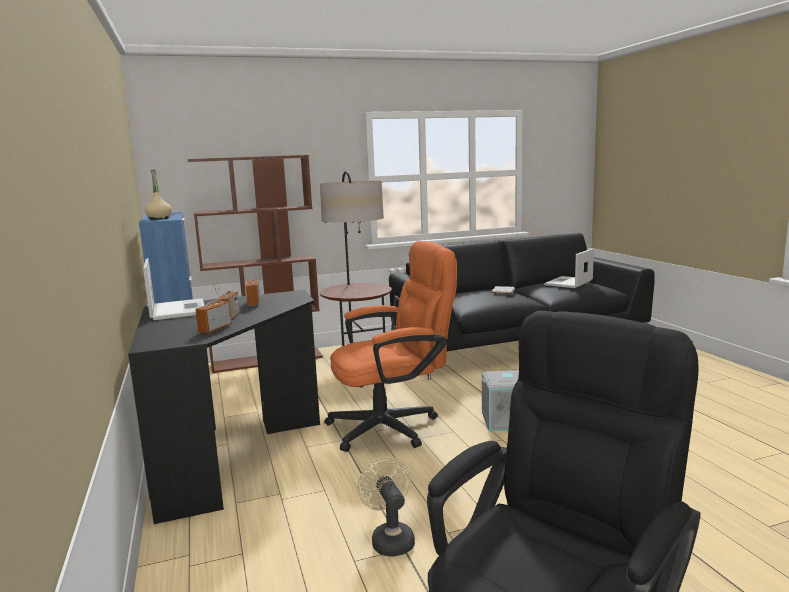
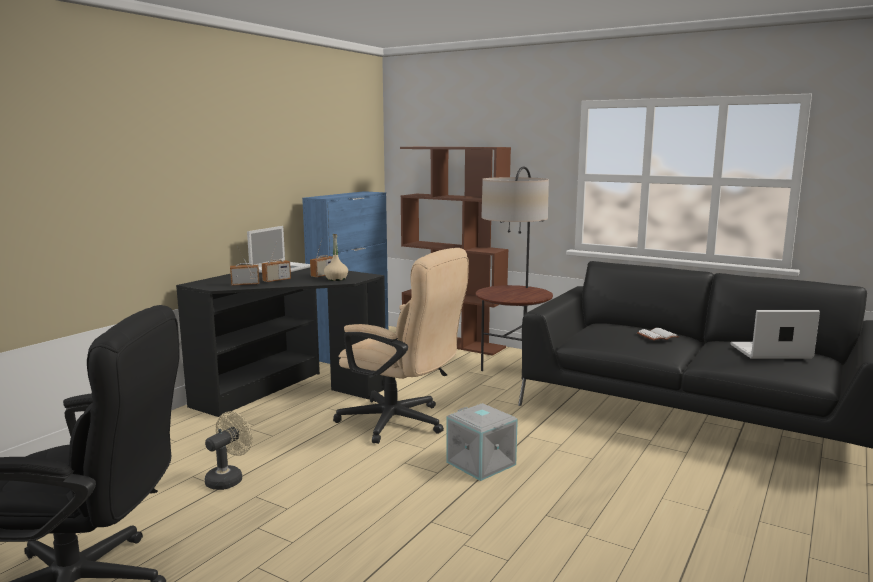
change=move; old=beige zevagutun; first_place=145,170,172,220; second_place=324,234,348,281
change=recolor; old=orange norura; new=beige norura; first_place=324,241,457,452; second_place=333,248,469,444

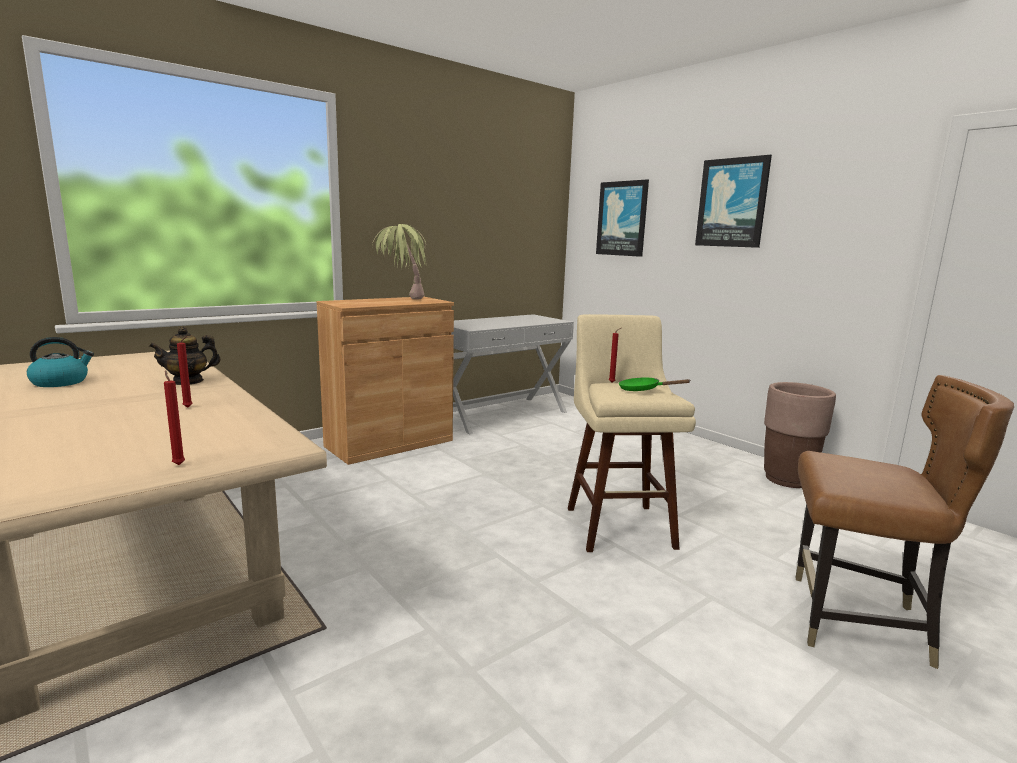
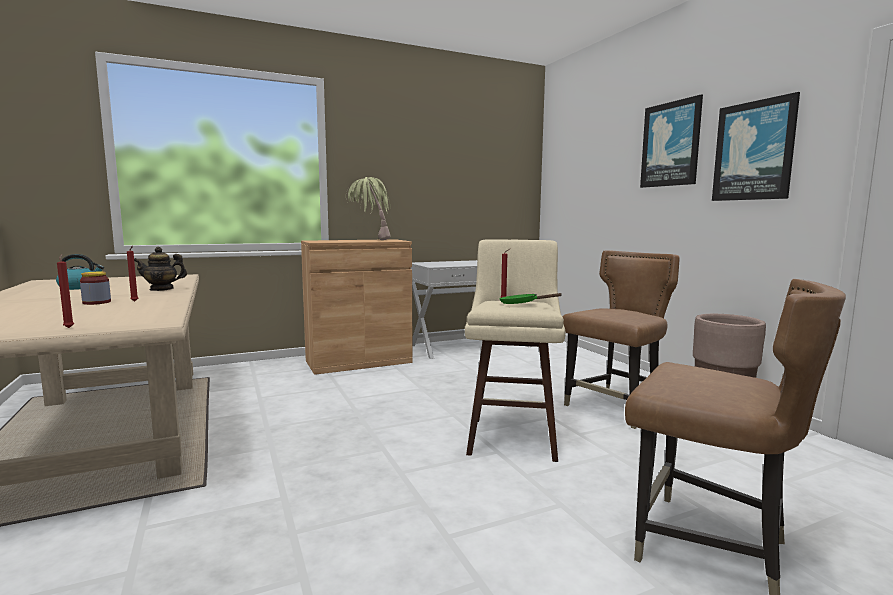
change=insert; new=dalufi; second_place=80,272,111,305
change=insert; new=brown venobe; second_place=563,250,680,429
change=move; old=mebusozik; first_place=596,179,649,257; second_place=712,92,800,201

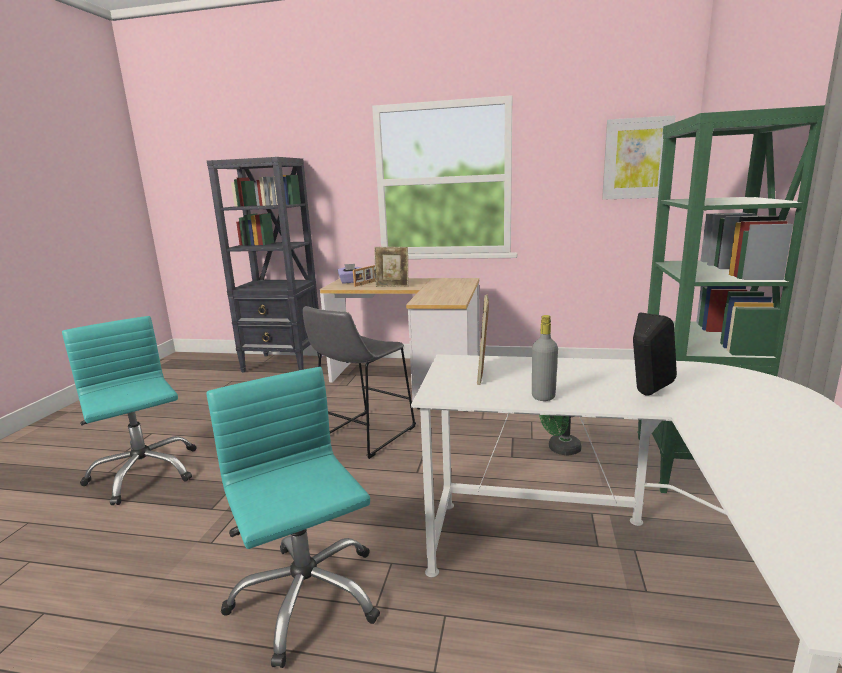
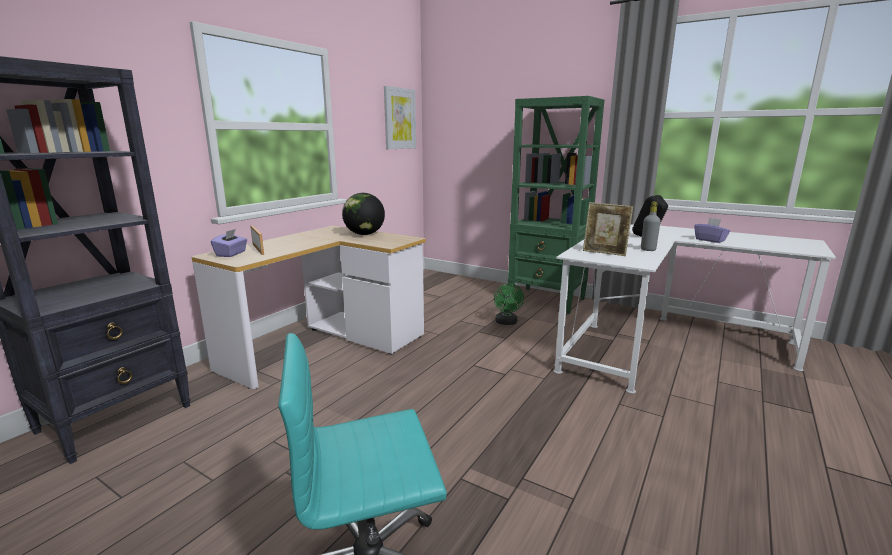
change=insert; new=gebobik; second_place=342,193,385,235
change=insert; new=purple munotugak; second_place=694,218,730,243
change=delete; old=turquoise norura; first_place=206,367,380,668
change=delete; old=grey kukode; first_place=303,306,416,459
change=delete; old=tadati; first_place=374,247,409,287

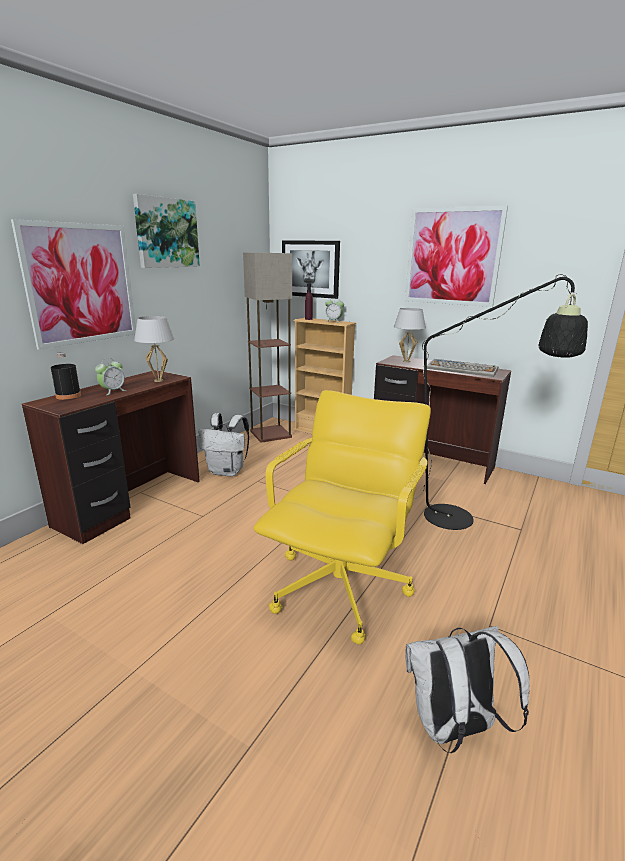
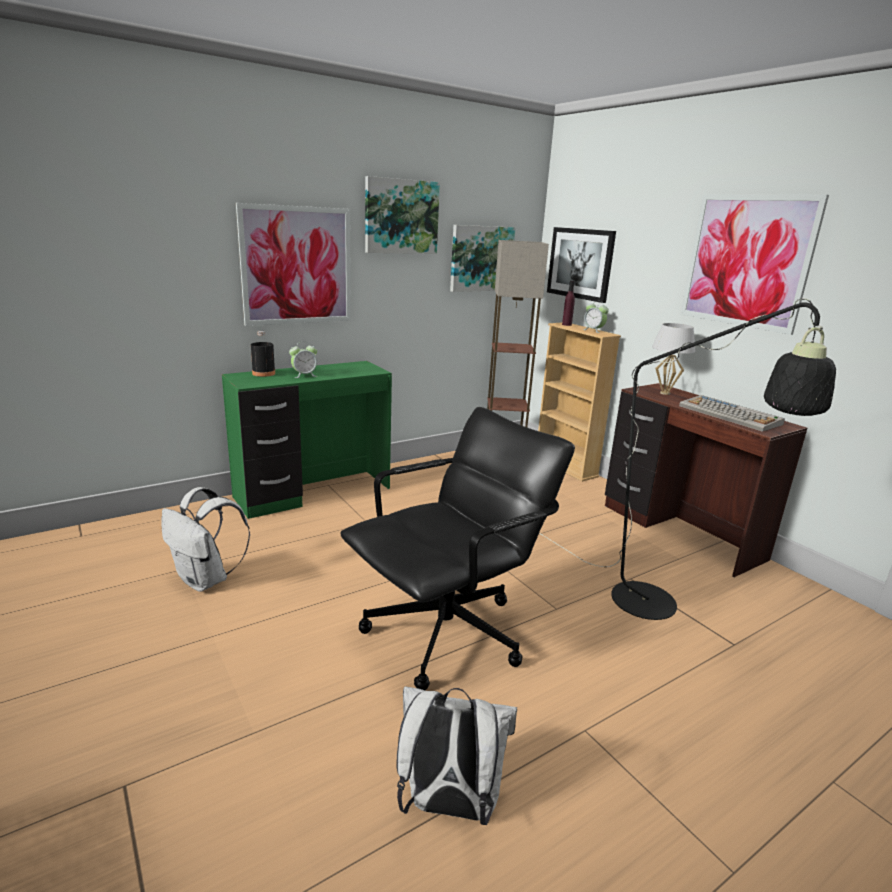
change=move; old=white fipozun; first_place=199,413,249,476; second_place=161,487,250,592
change=recolor; old=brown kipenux; new=green kipenux; first_place=22,370,200,544; second_place=222,361,392,519
change=recolor; old=yellow norura; new=black norura; first_place=253,390,431,645; second_place=340,407,575,690
change=insert; new=mebusozik; second_place=450,225,515,292
change=delete; old=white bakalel; first_place=134,316,174,382

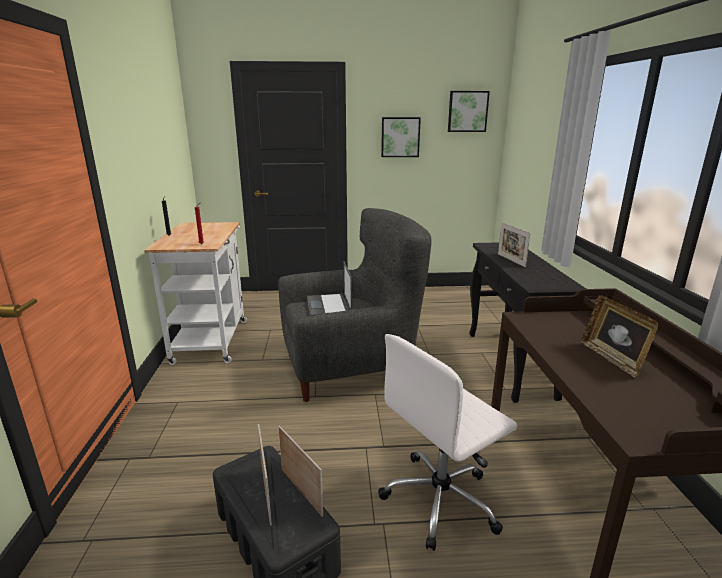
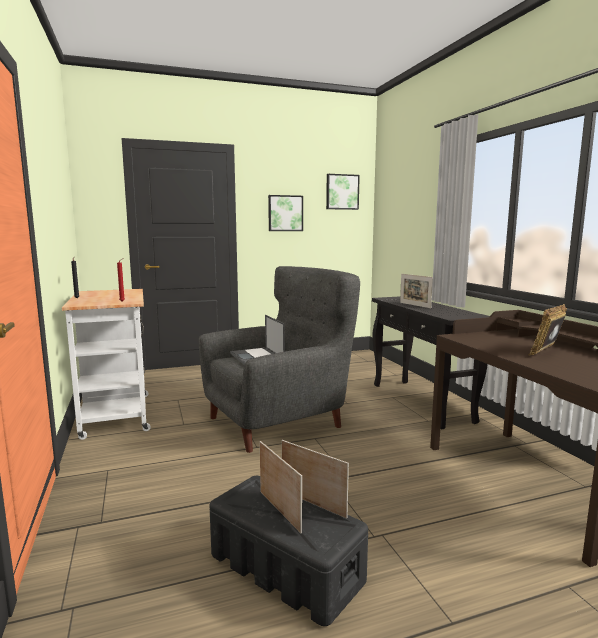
change=rotate; old=tadati; first_place=581,295,658,378; second_place=528,304,567,355; degrees=75
change=delete; old=white norura; first_place=378,334,517,551

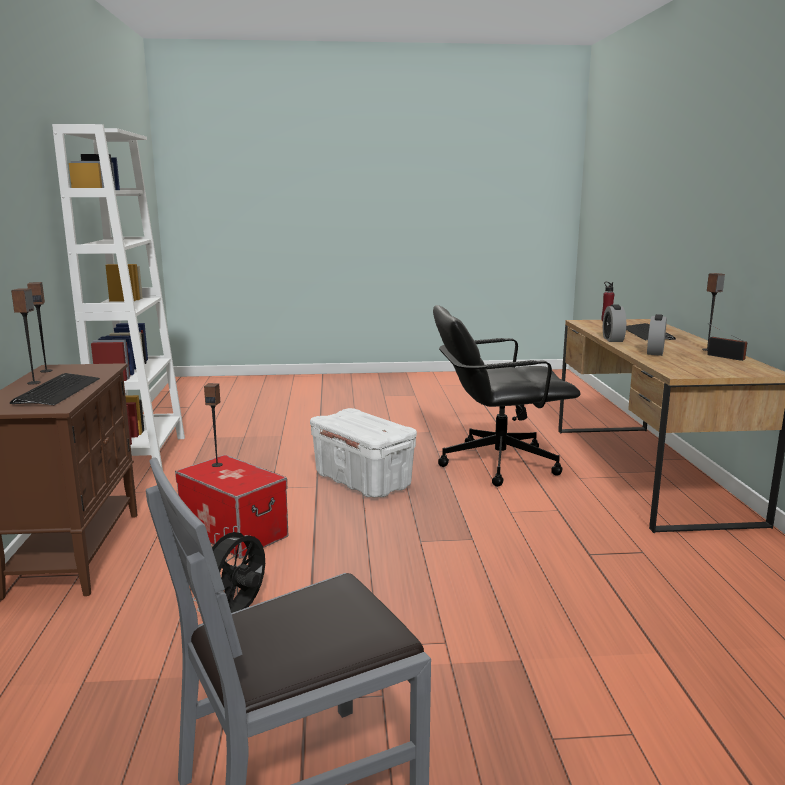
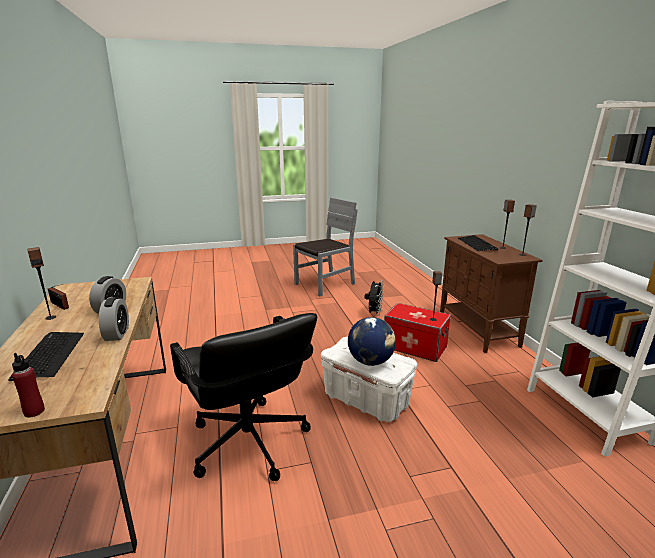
change=rotate; old=black norura; first_place=433,305,580,487; second_place=170,313,317,481; degrees=75
change=insert; new=gebobik; second_place=348,317,396,366

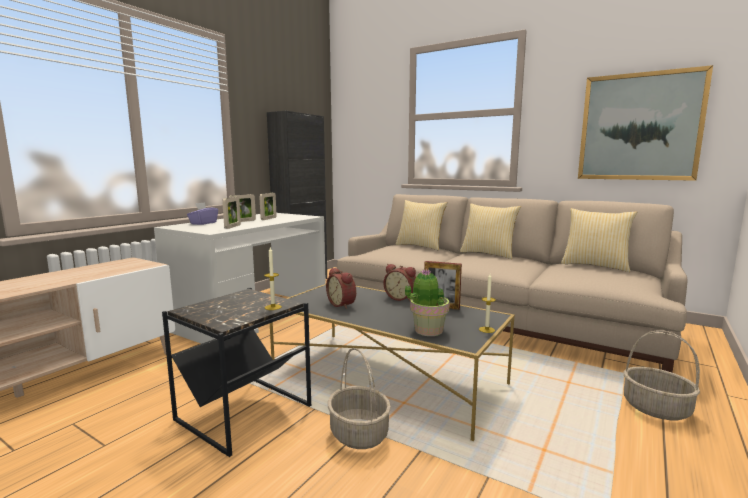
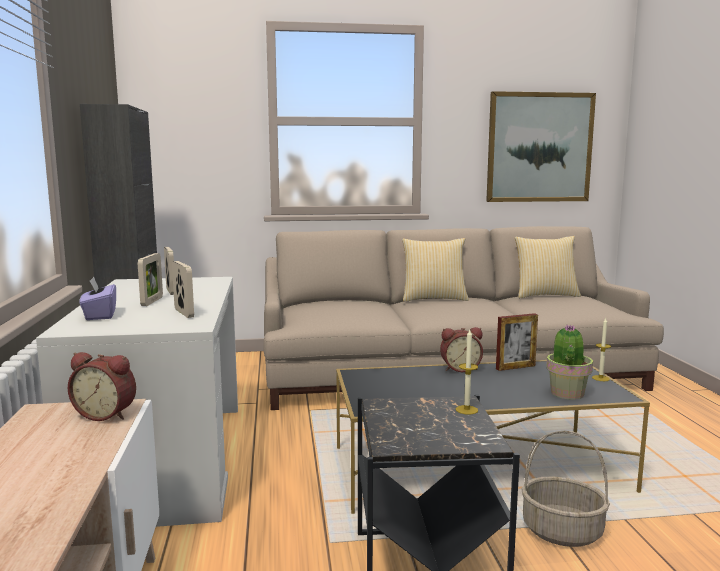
change=move; old=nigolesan; first_place=326,268,356,309; second_place=68,352,136,421
change=delete; old=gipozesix; first_place=396,200,448,250
change=delete; old=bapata; first_place=624,330,700,420

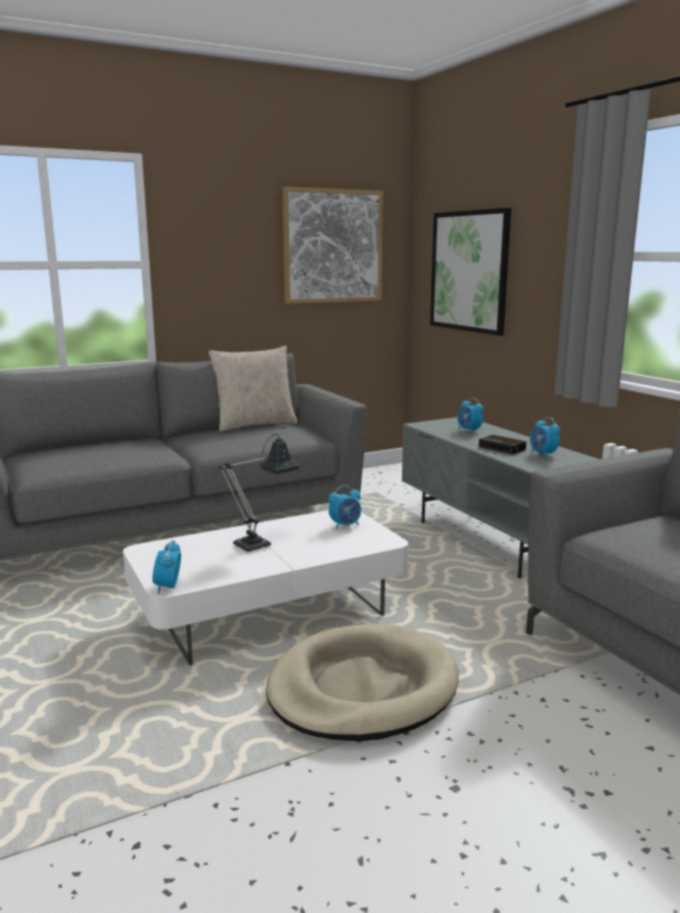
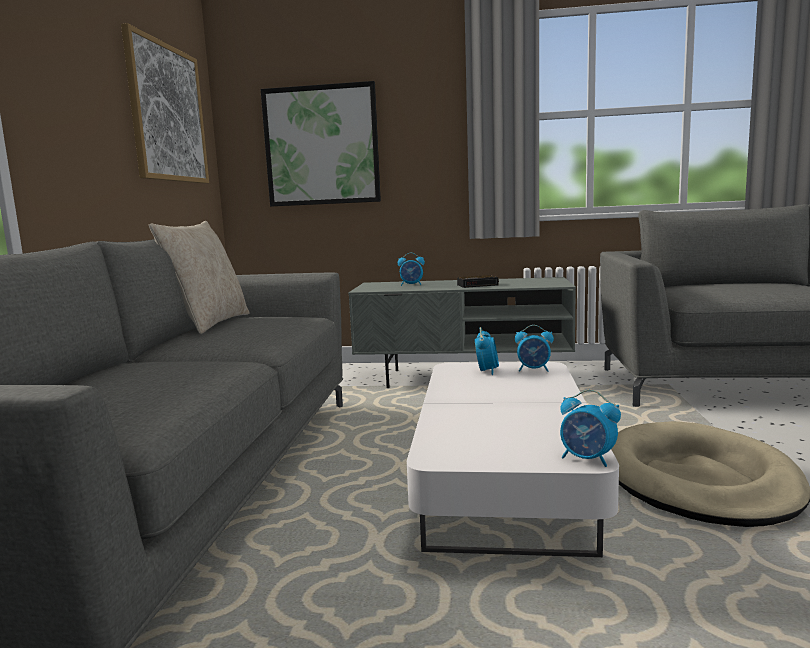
change=move; old=nigolesan; first_place=530,417,560,458; second_place=515,325,554,372
change=delete; old=bakalel; first_place=219,434,300,552

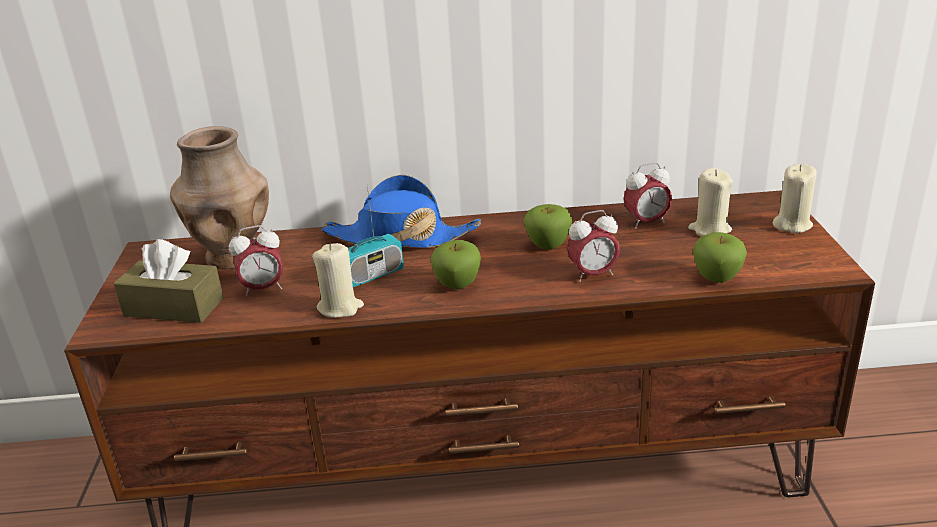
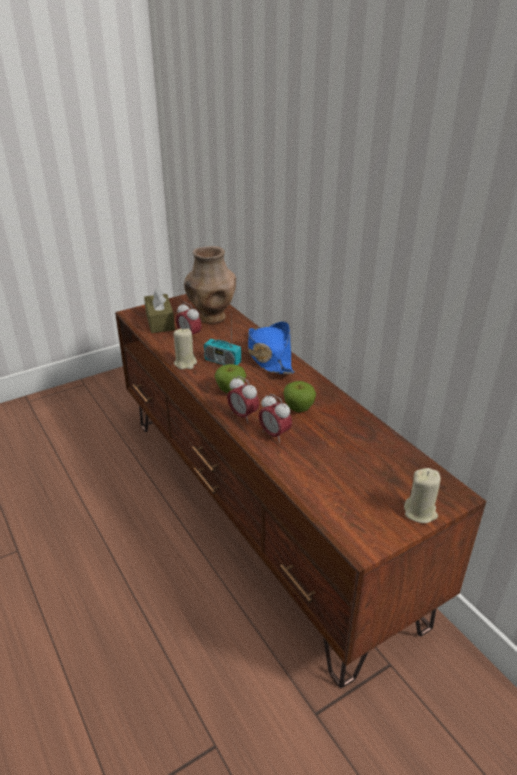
change=move; old=nigolesan; first_place=623,162,672,229; second_place=227,376,259,423
change=delete; old=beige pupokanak; first_place=688,168,733,236
change=delete; old=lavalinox; first_place=693,232,747,283

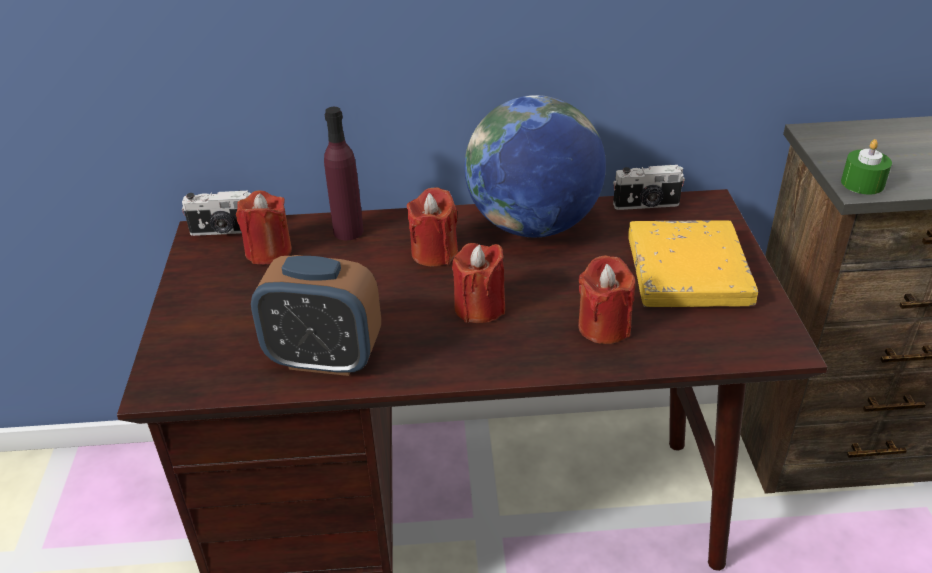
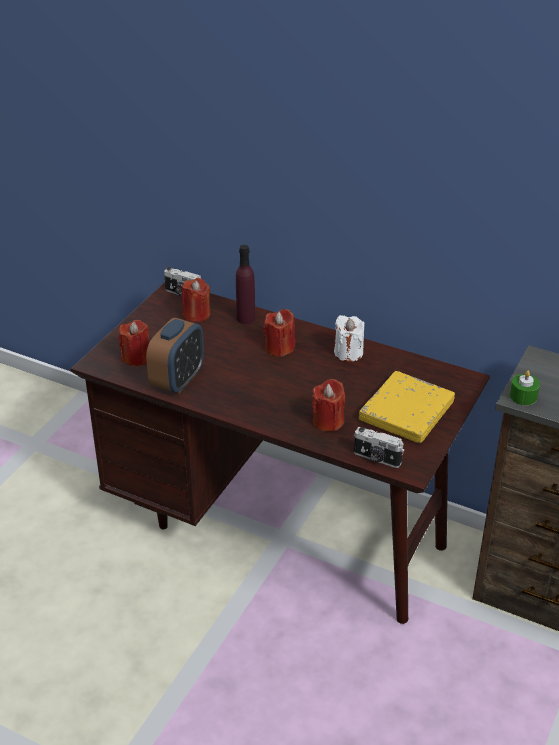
change=move; old=red pupokanak; first_place=452,243,505,323; second_place=119,320,150,366
change=rotate; old=nigolesan; first_place=251,255,381,376; second_place=146,318,204,393; degrees=-105
change=replace; old=gebobik; new=white pupokanak; first_place=464,95,606,237; second_place=334,315,364,362
change=move; old=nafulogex; first_place=613,165,685,210; second_place=354,427,404,468

